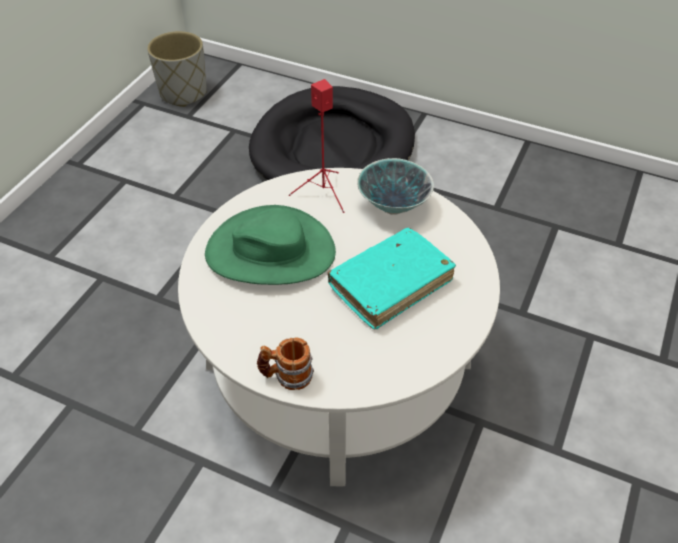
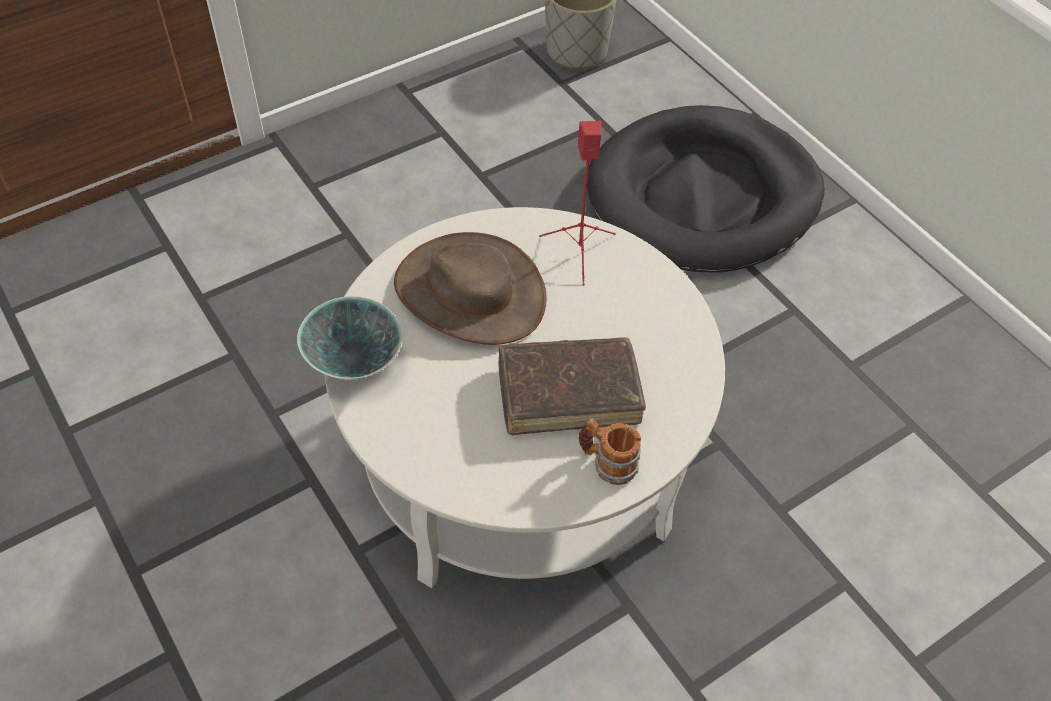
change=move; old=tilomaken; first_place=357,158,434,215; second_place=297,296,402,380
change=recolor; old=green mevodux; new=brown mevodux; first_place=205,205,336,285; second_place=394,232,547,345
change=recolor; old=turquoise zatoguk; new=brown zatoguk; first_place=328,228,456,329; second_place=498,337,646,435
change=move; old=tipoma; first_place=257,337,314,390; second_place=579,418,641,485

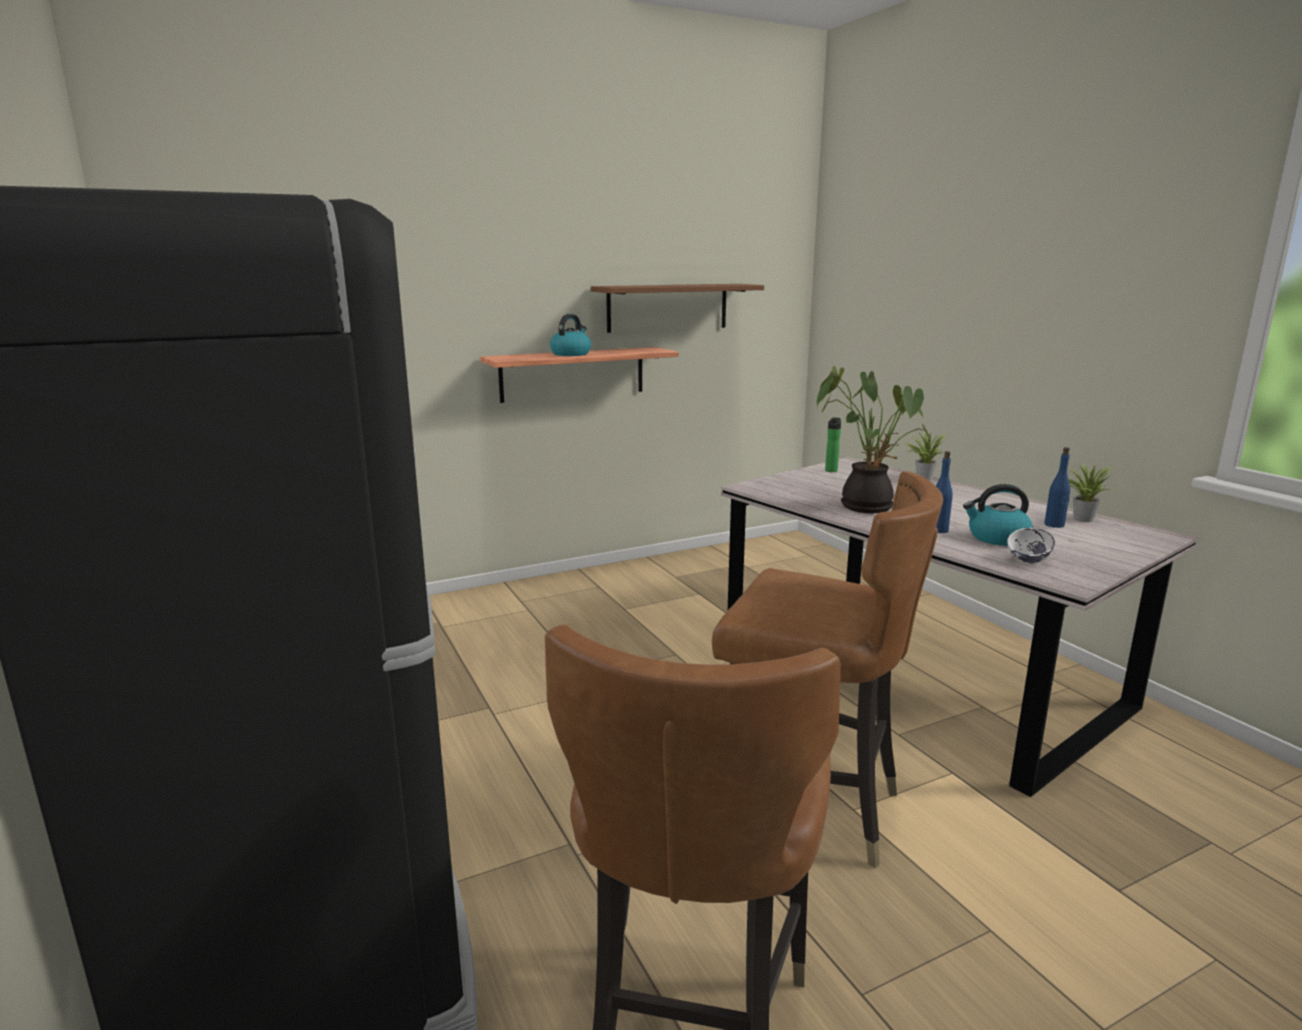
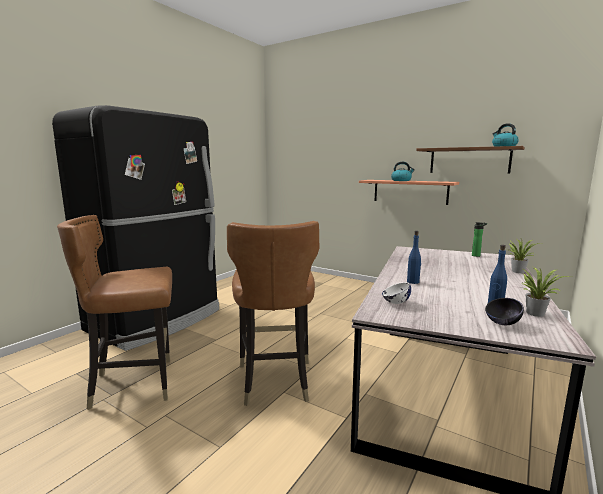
change=insert; new=black tilomaken; second_place=485,298,524,325
change=move; old=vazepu; first_place=963,484,1033,546; second_place=492,123,519,147
change=delete; old=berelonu; first_place=817,366,931,513

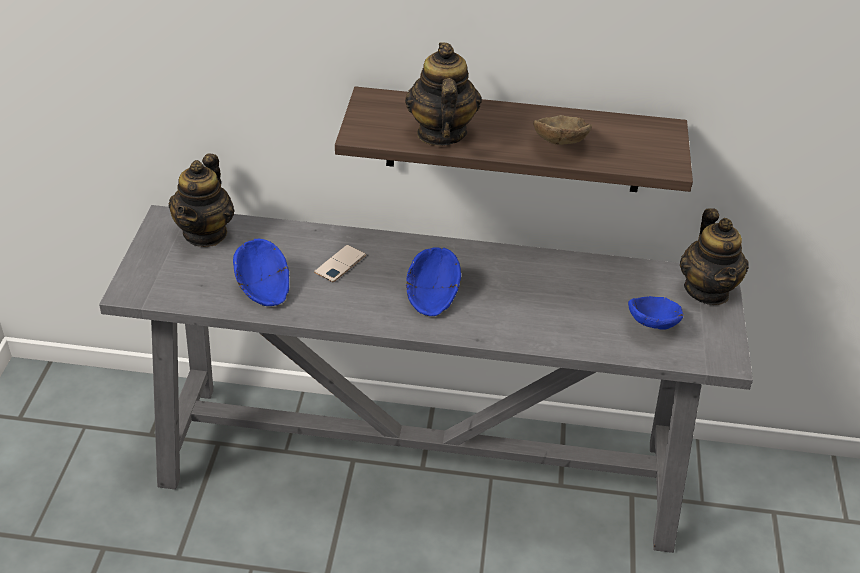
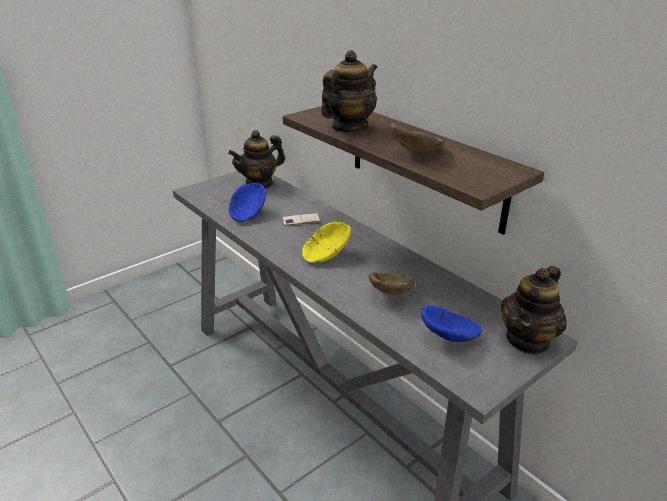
change=recolor; old=blue tilomaken; new=yellow tilomaken; first_place=406,248,461,316; second_place=302,222,351,263
change=insert; new=brown tilomaken; second_place=369,272,415,295

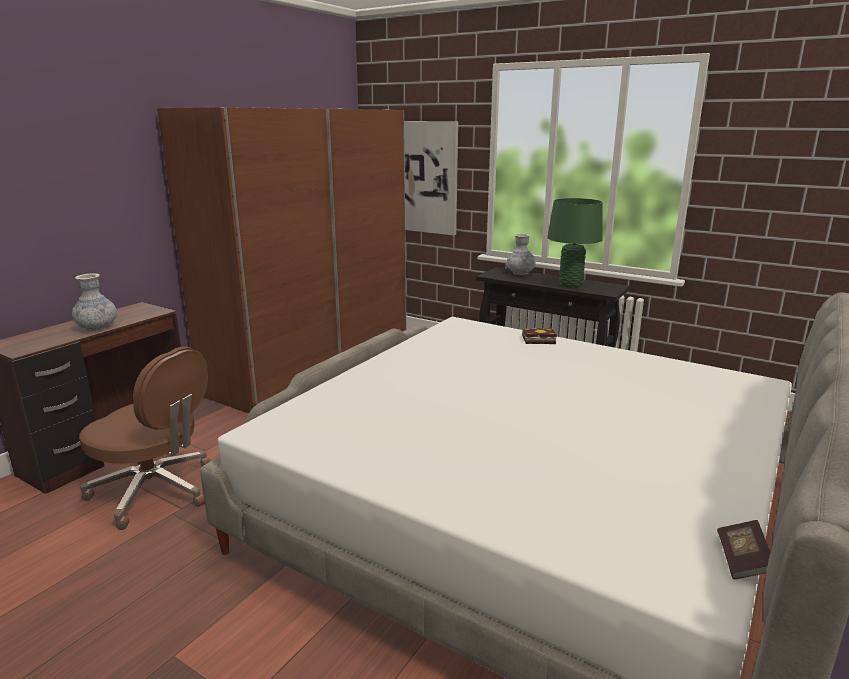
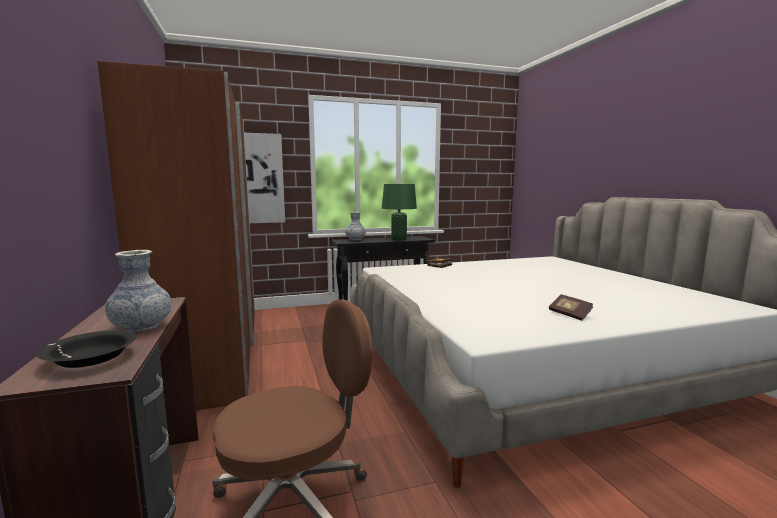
change=insert; new=black tilomaken; second_place=36,330,137,368
change=move; old=zatoguk; first_place=717,520,771,579; second_place=549,294,593,321

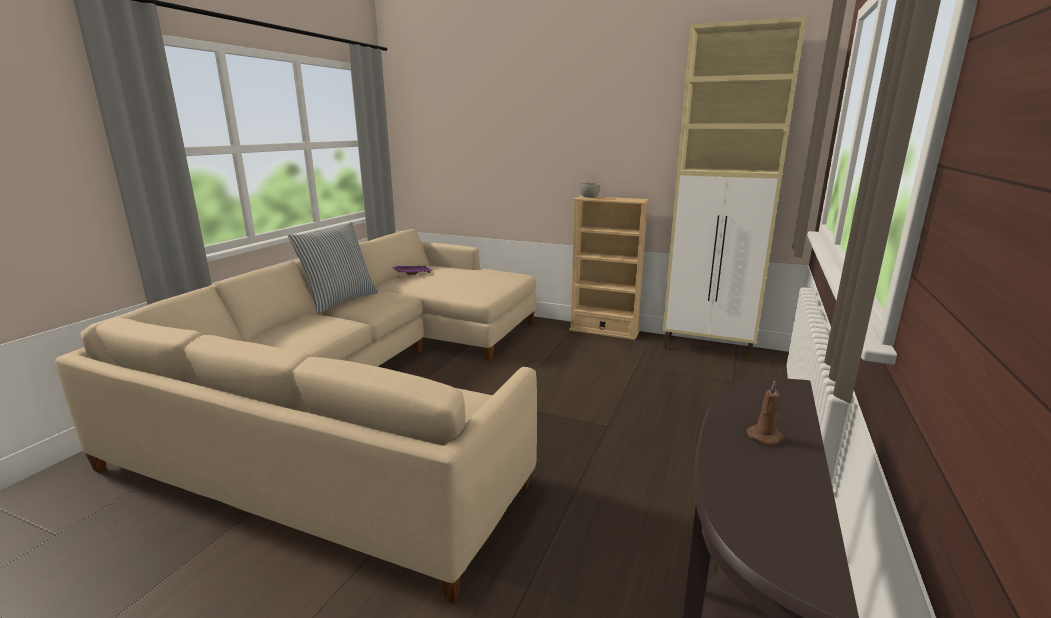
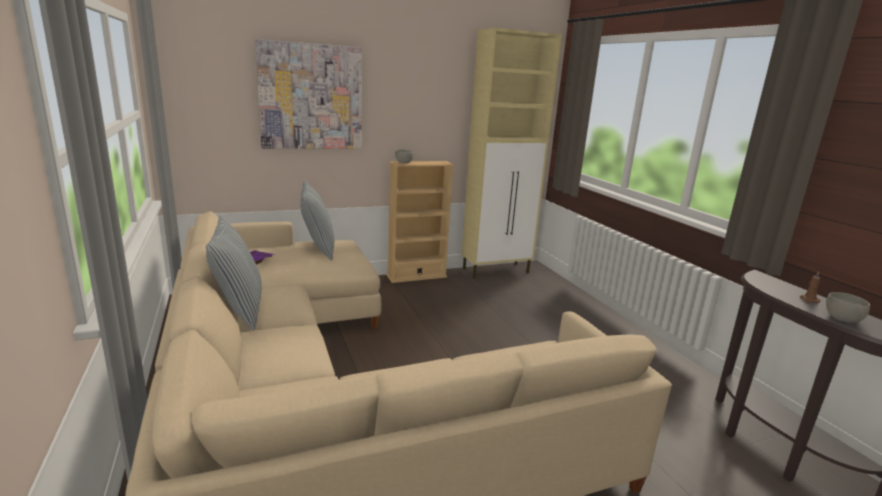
change=insert; new=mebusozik; second_place=255,39,362,149
change=insert; new=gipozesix; second_place=300,180,334,261
change=insert; new=grey tilomaken; second_place=826,292,870,323

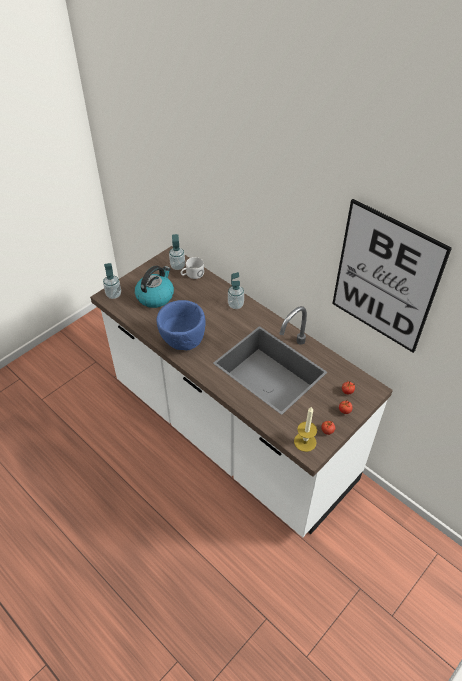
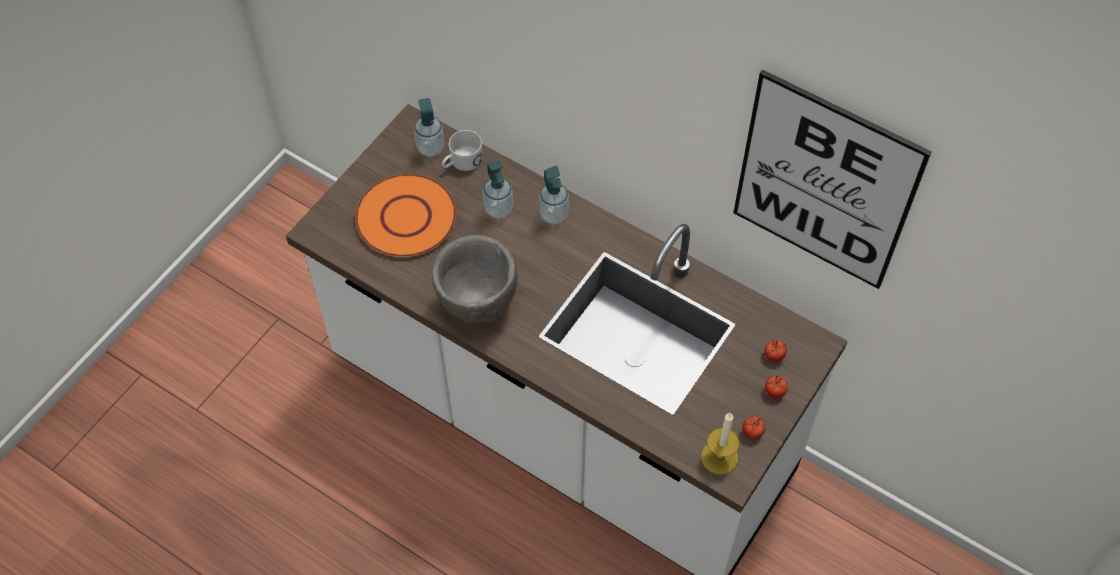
change=replace; old=vazepu; new=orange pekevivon; first_place=135,266,174,308; second_place=355,174,456,257
change=recolor; old=blue tilomaken; new=grey tilomaken; first_place=157,300,205,350; second_place=432,235,518,323
change=move; old=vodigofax; first_place=103,263,121,299; second_place=483,161,513,219

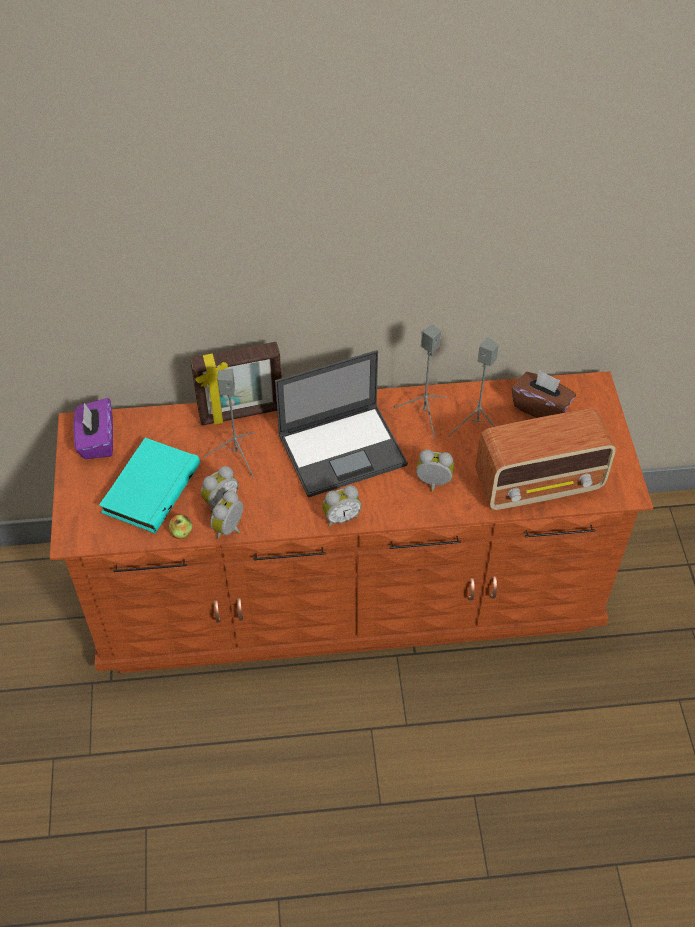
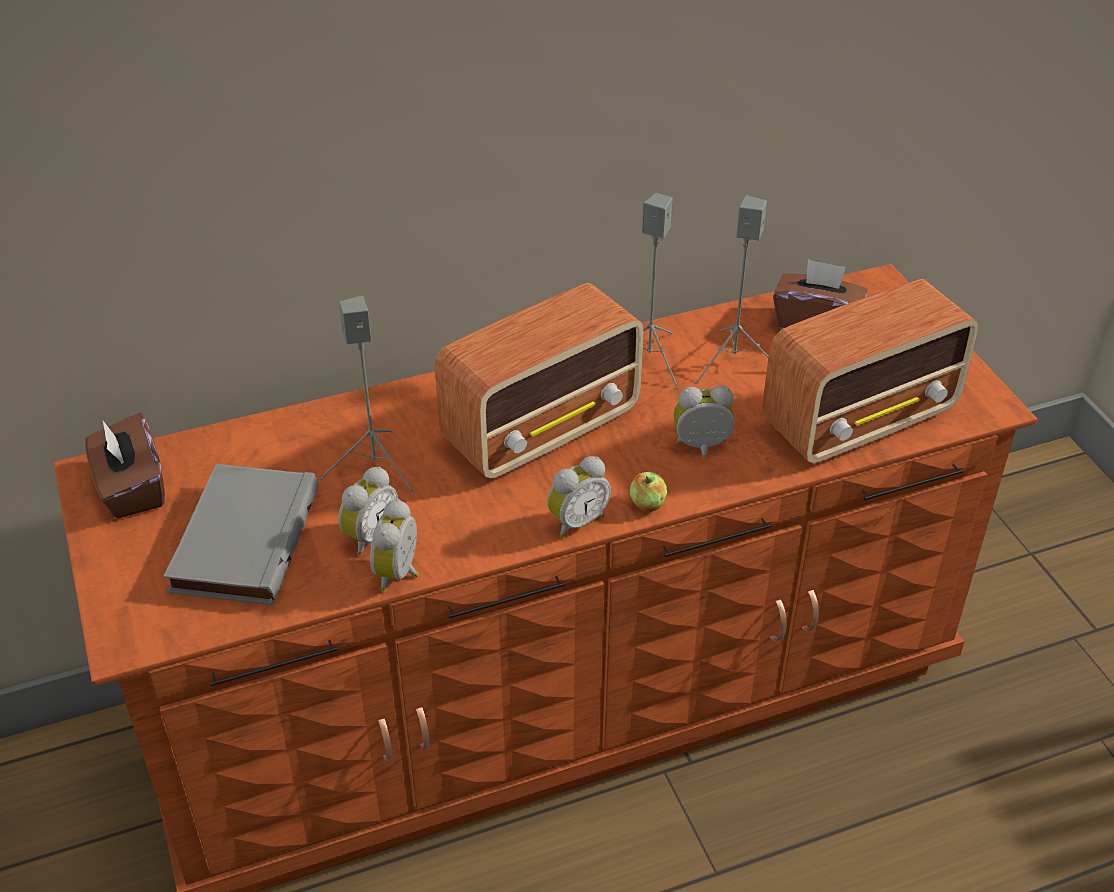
change=recolor; old=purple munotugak; new=brown munotugak; first_place=73,398,113,459; second_place=85,413,165,518
change=recolor; old=turquoise zatoguk; new=grey zatoguk; first_place=99,438,200,533; second_place=164,464,318,605
change=replace; old=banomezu; new=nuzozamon; first_place=275,350,408,498; second_place=435,283,644,478
change=move; old=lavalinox; first_place=169,515,192,539; second_place=630,472,667,512
change=delete; old=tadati; first_place=190,342,282,426

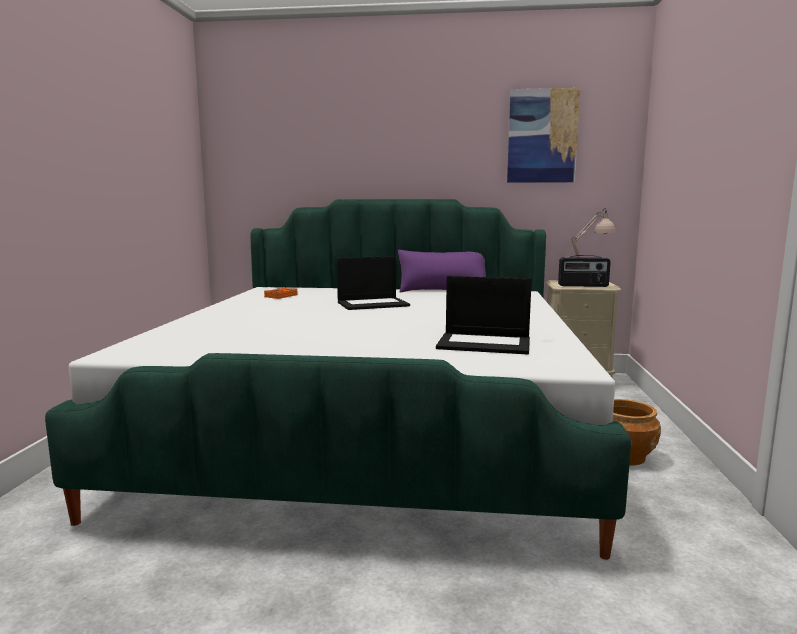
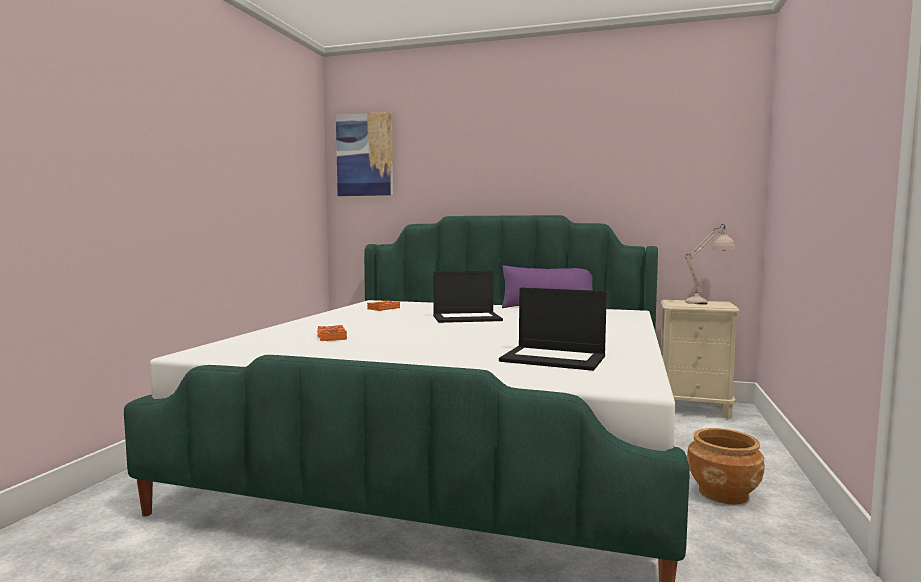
change=insert; new=orange zatoguk; second_place=317,325,347,341
change=move; old=mebusozik; first_place=507,88,580,183; second_place=336,112,393,196
change=delete; old=nuzozamon; first_place=558,255,611,287

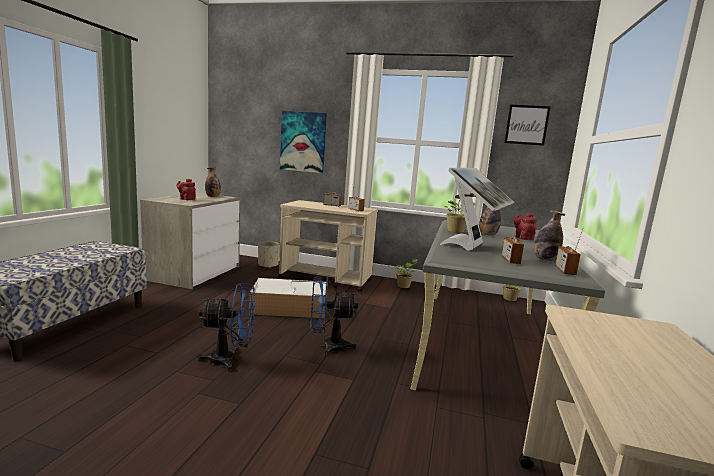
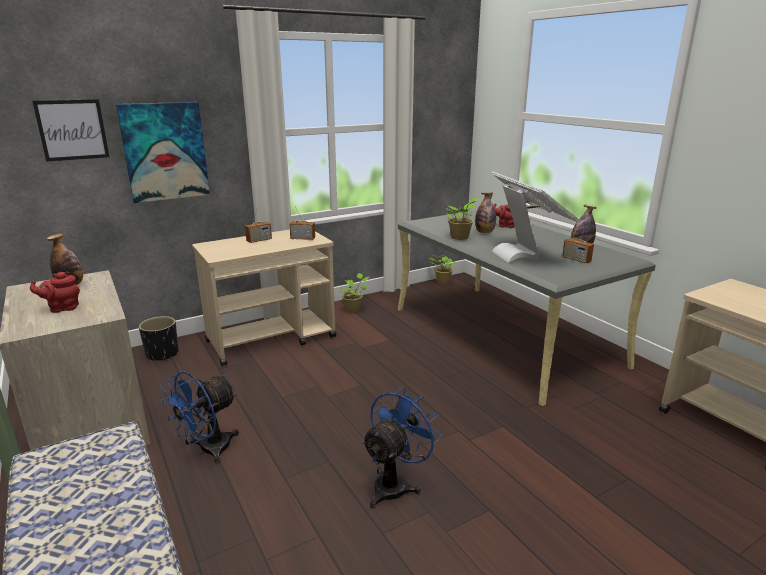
change=move; old=mebusozik; first_place=504,105,551,146; second_place=32,99,109,162
change=recolor; old=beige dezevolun; new=black dezevolun; first_place=258,241,280,268; second_place=139,316,179,361
change=move; old=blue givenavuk; first_place=311,277,358,356; second_place=160,371,239,464
change=delete; old=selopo; first_place=249,278,326,318
change=delete; old=nuzozamon; first_place=555,228,584,275

